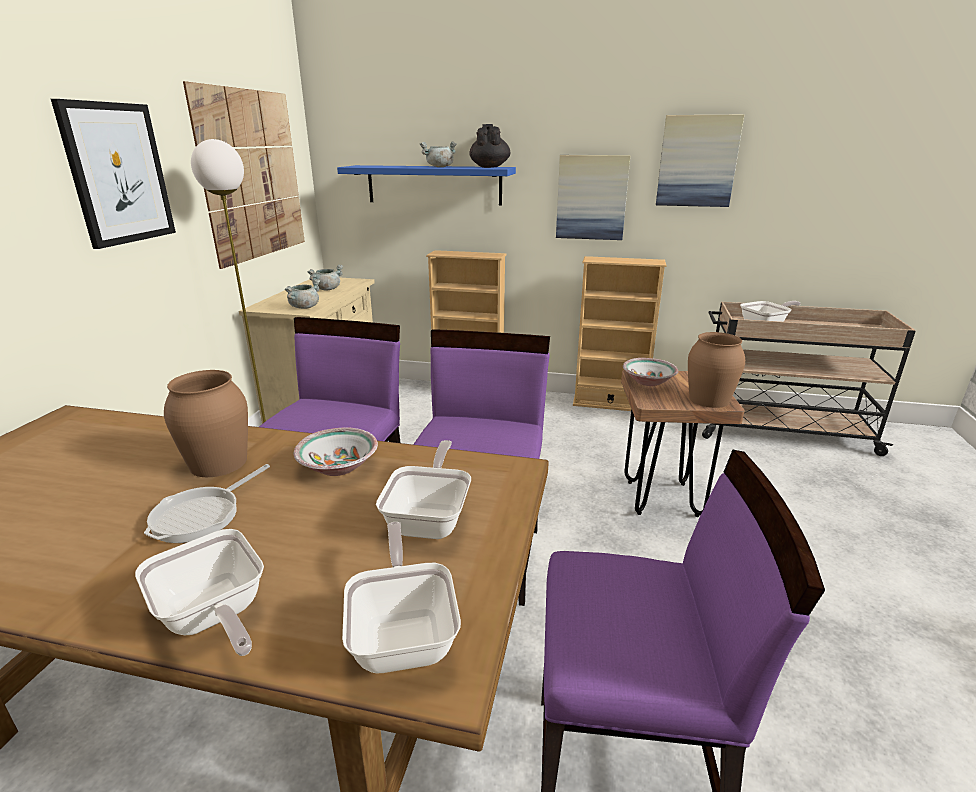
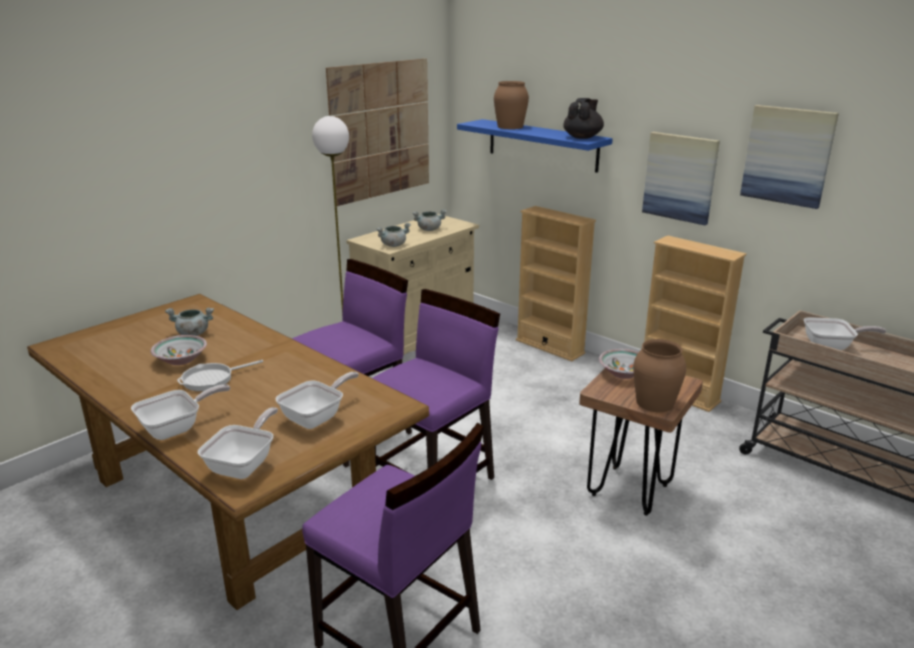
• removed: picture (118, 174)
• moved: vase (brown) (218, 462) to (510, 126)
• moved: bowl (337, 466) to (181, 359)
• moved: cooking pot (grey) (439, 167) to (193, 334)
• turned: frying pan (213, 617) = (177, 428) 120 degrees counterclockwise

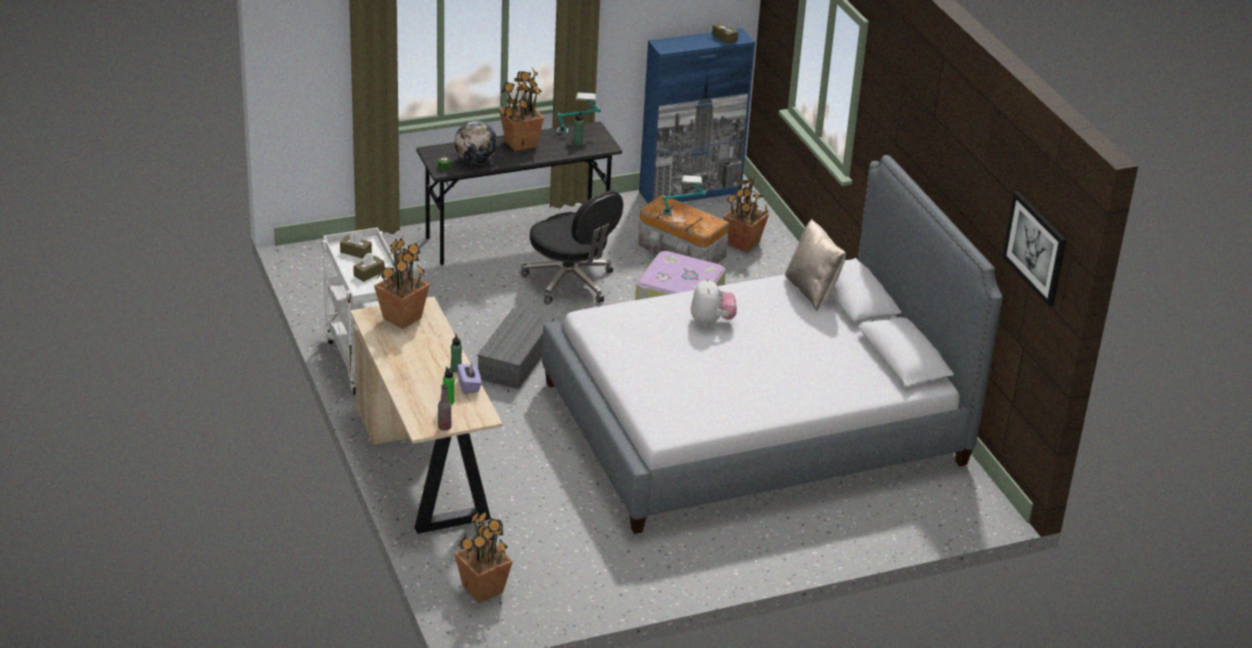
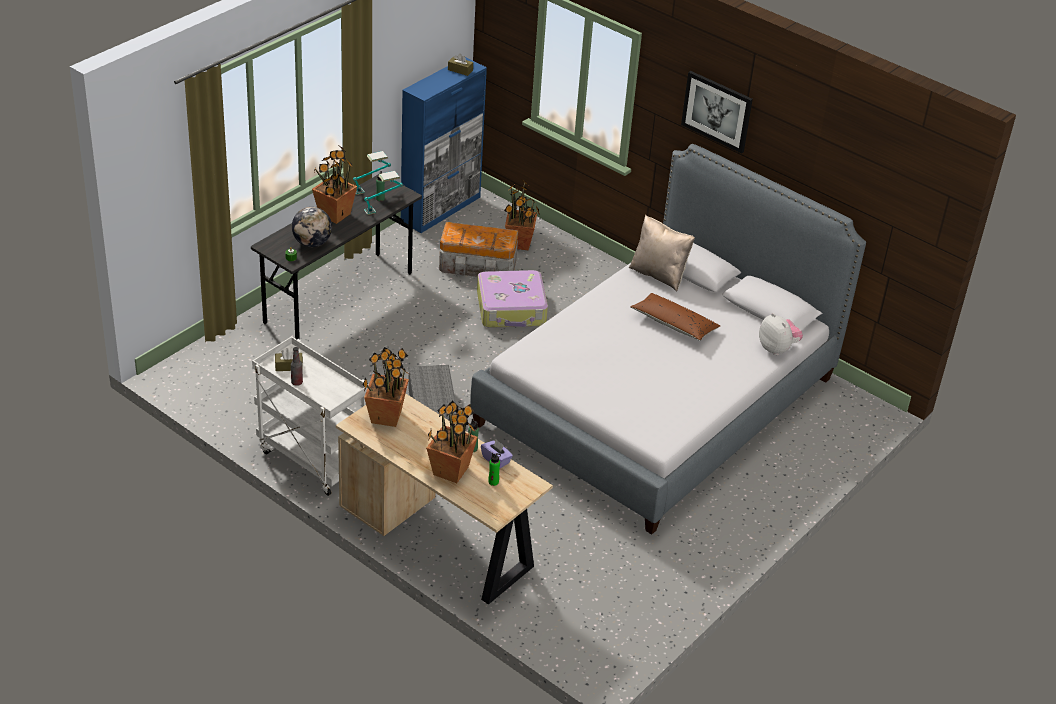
• removed: tissue box (brown) (369, 273)
• removed: office chair (black) (570, 282)
• added: pillow (brown) (674, 324)
• moved: bottle (444, 427) to (297, 382)
• moved: potted plant (483, 589) to (451, 470)
• moved: table lamp (682, 214) to (383, 209)
• moved: plush toy (711, 321) to (777, 349)
• moved: picture (1035, 248) to (717, 111)

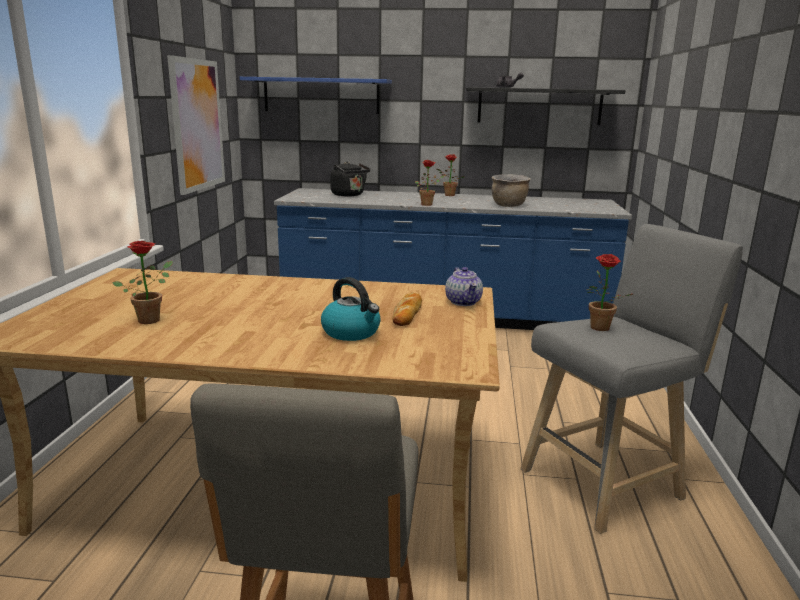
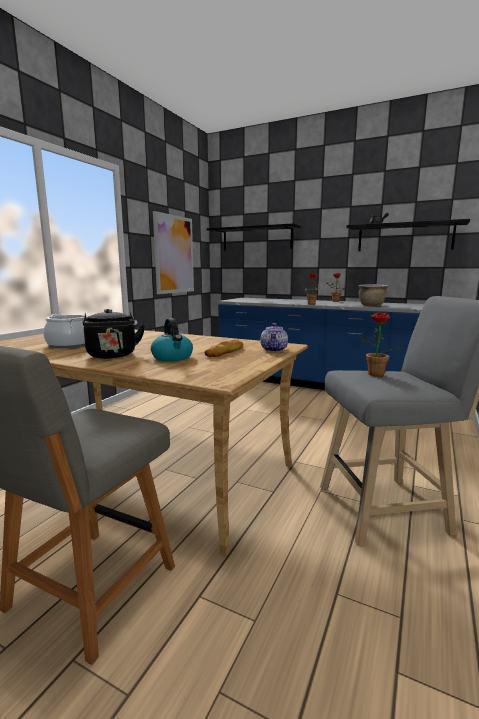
• moved: kettle (black) (349, 195) to (112, 356)
• replaced: potted plant (152, 319) to cooking pot (70, 344)
• recoloured: shelf (blue) (321, 95) to shelf (black) (257, 238)

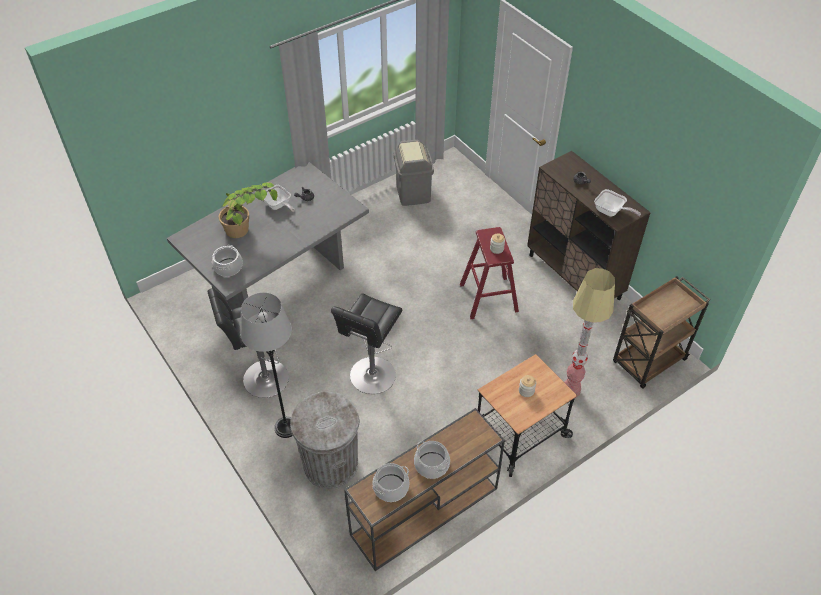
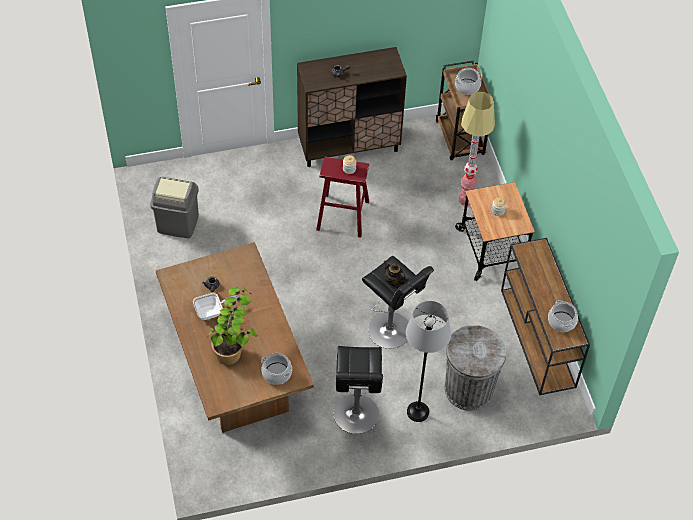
• removed: frying pan (611, 212)
• added: teapot (393, 281)
• moved: cooking pot (432, 465) to (467, 86)
• recoloured: dining table (grey) (279, 280) to dining table (brown) (237, 371)

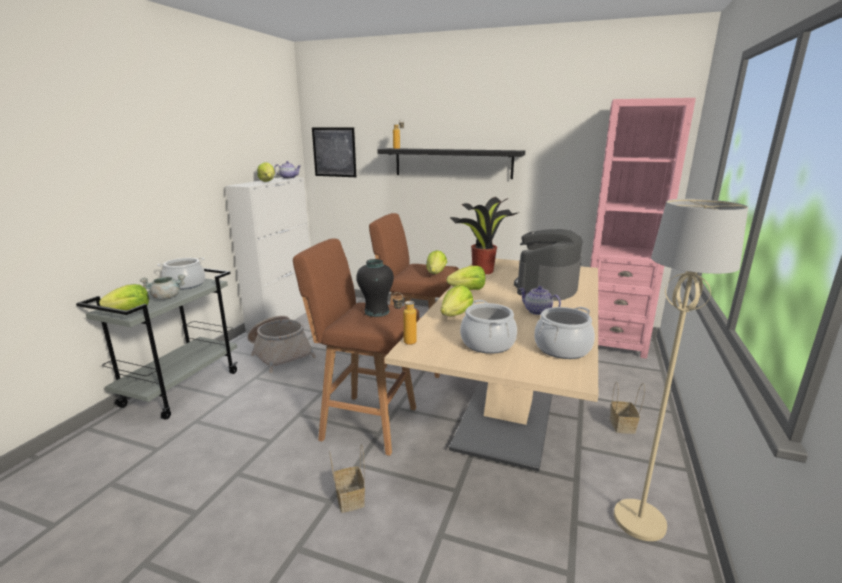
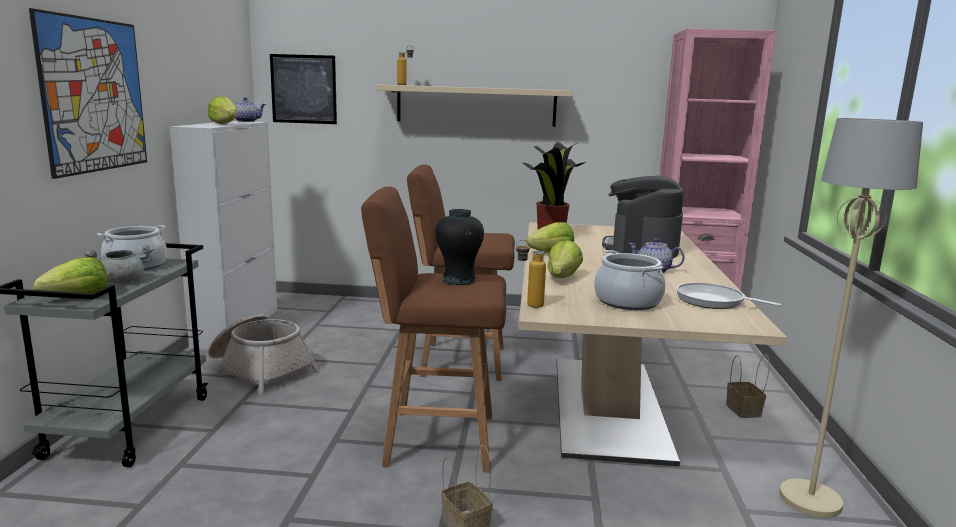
• removed: lettuce (436, 273)
• added: picture (94, 95)
• replaced: cooking pot (562, 349) to frying pan (713, 301)
• recoloured: shelf (black) (452, 163) to shelf (beige) (476, 105)

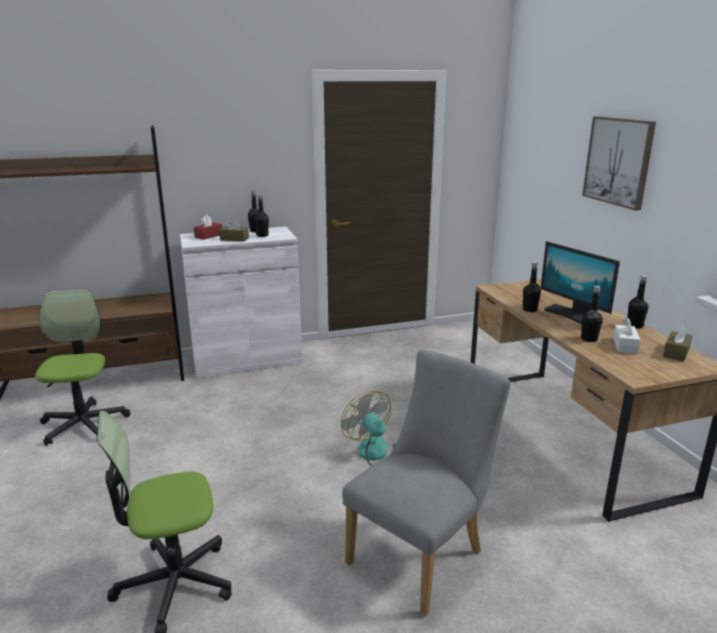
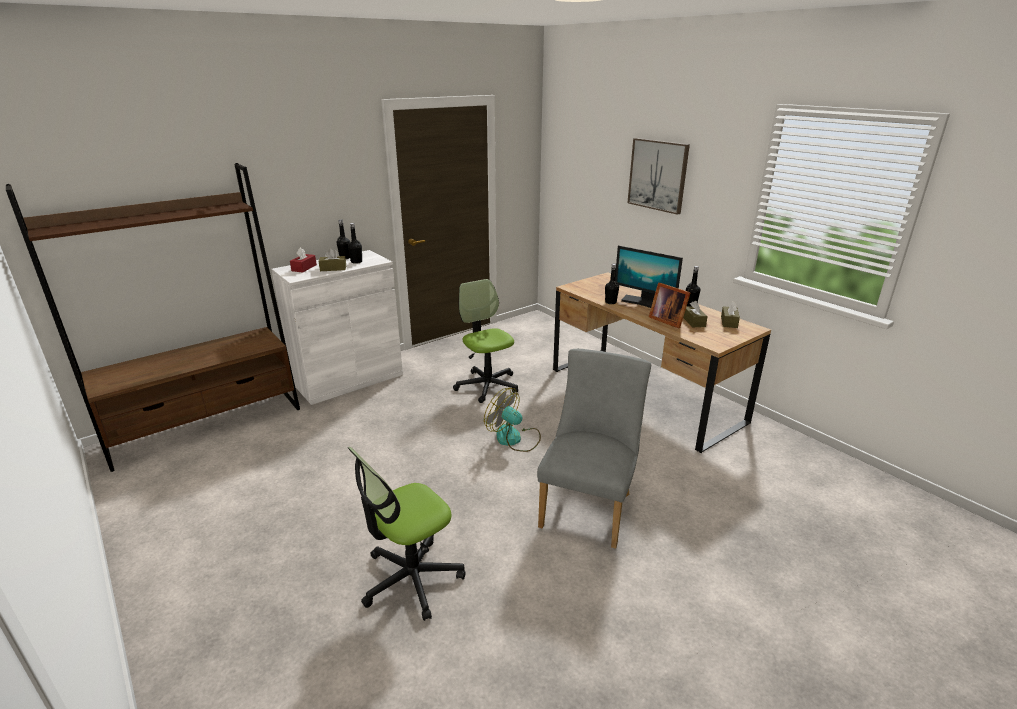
• moved: office chair (83, 424) to (487, 385)
• replaced: bottle (black) (589, 339) to picture frame (667, 320)
• recoloured: tissue box (white) (625, 345) to tissue box (brown) (694, 322)

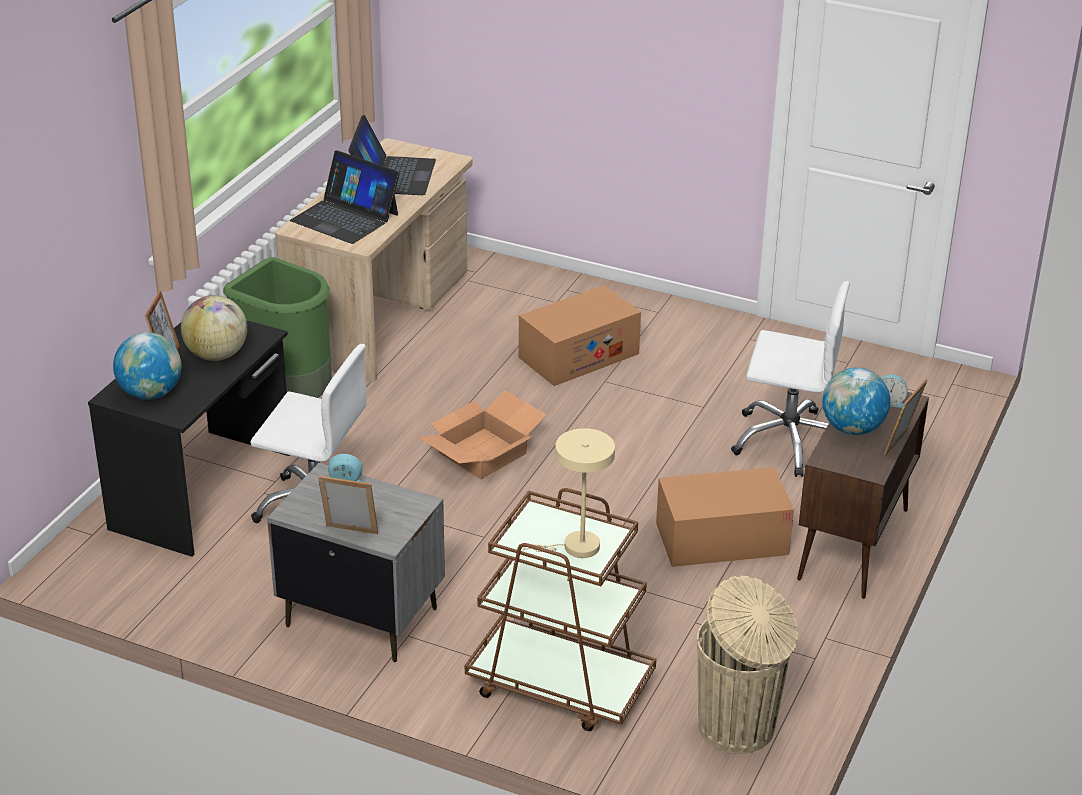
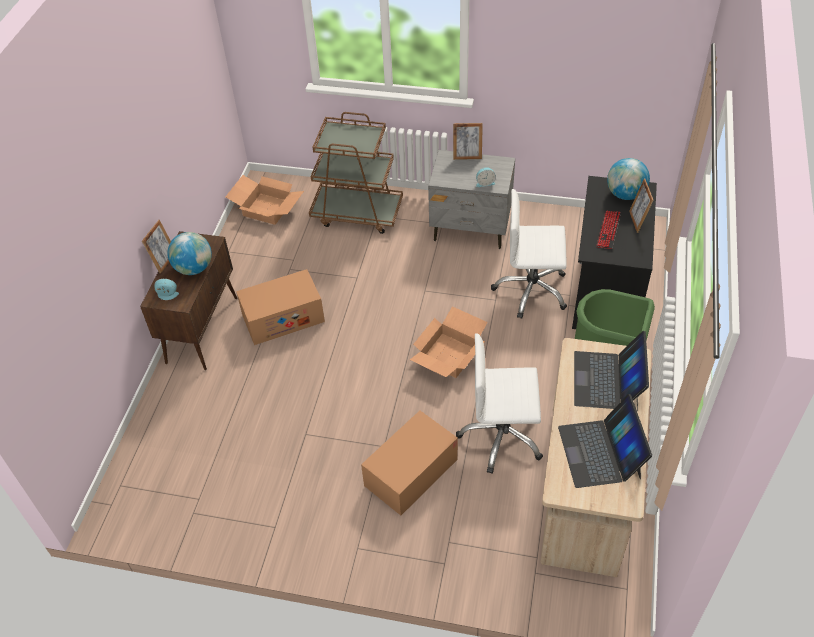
• removed: table lamp (beige) (575, 547)
• moved: office chair (white) (788, 440) to (501, 436)
• replaced: globe (217, 355) to keyboard (608, 230)
• replaced: trash can (beige) (738, 727) to cardboard box (266, 209)
• turned: laptop (345, 217) = (607, 380) 105 degrees counterclockwise

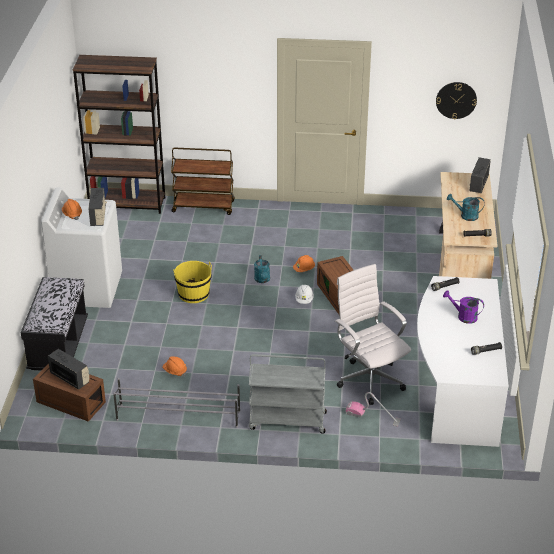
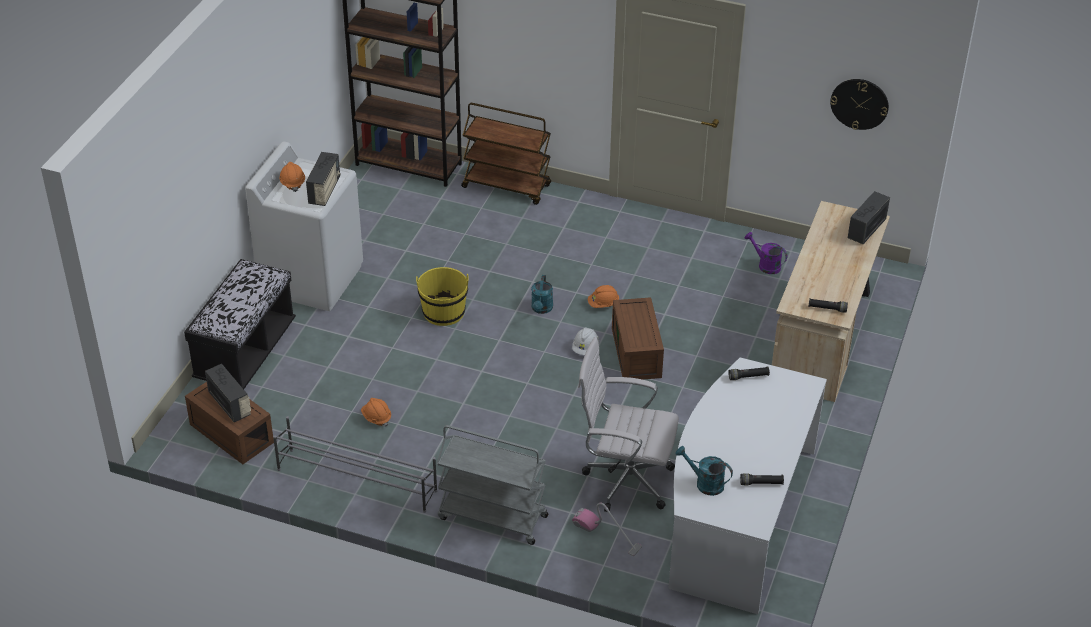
• moved: watering can (purple) (463, 316) to (765, 265)
• moved: watering can (turquoise) (465, 216) to (704, 483)
• turned: office chair (white) (369, 379) = (624, 480) 60 degrees counterclockwise

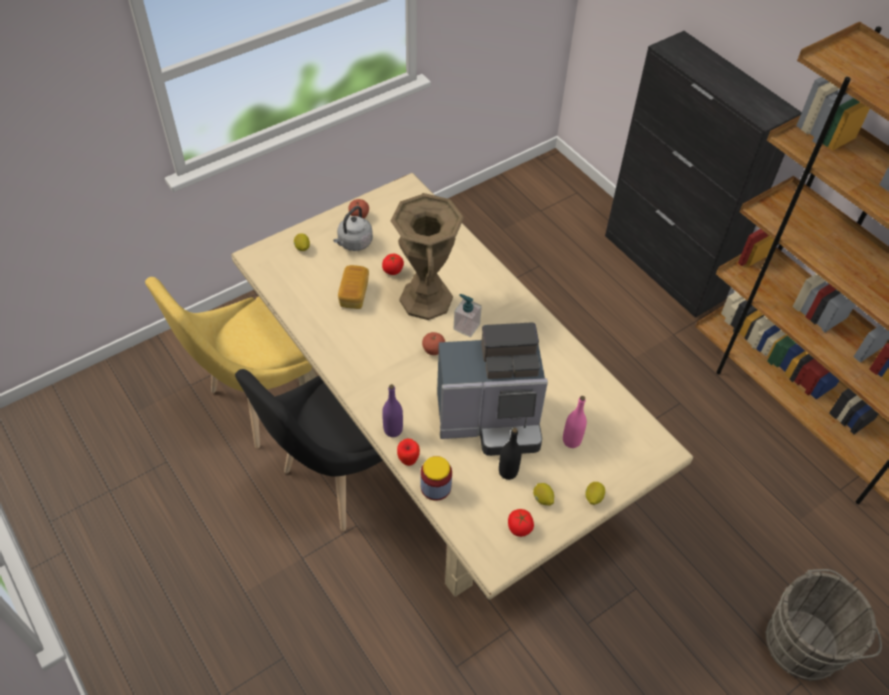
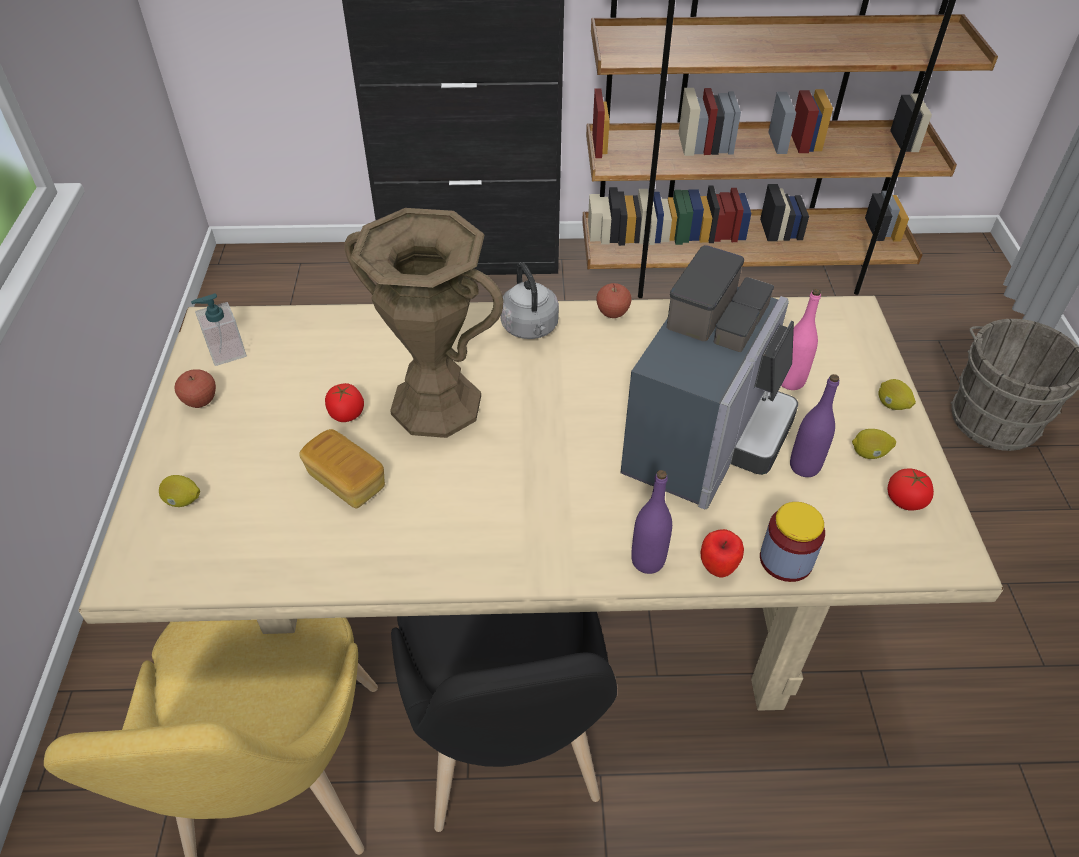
• moved: kettle (grey) (354, 243) to (530, 328)
• moved: apple (433, 350) to (612, 313)
• moved: soap dispenser (466, 327) to (226, 352)
• recoloured: bottle (black) (508, 472) to bottle (purple) (804, 466)

